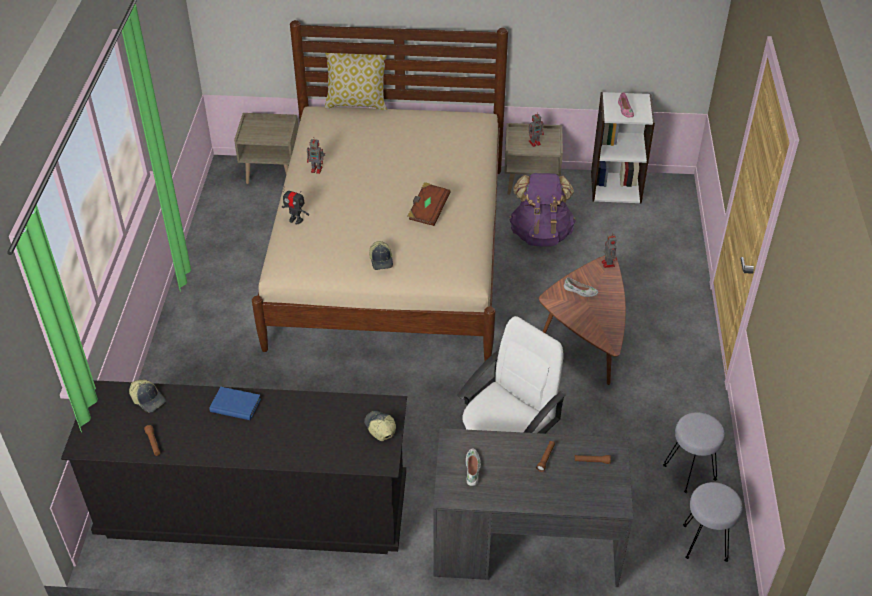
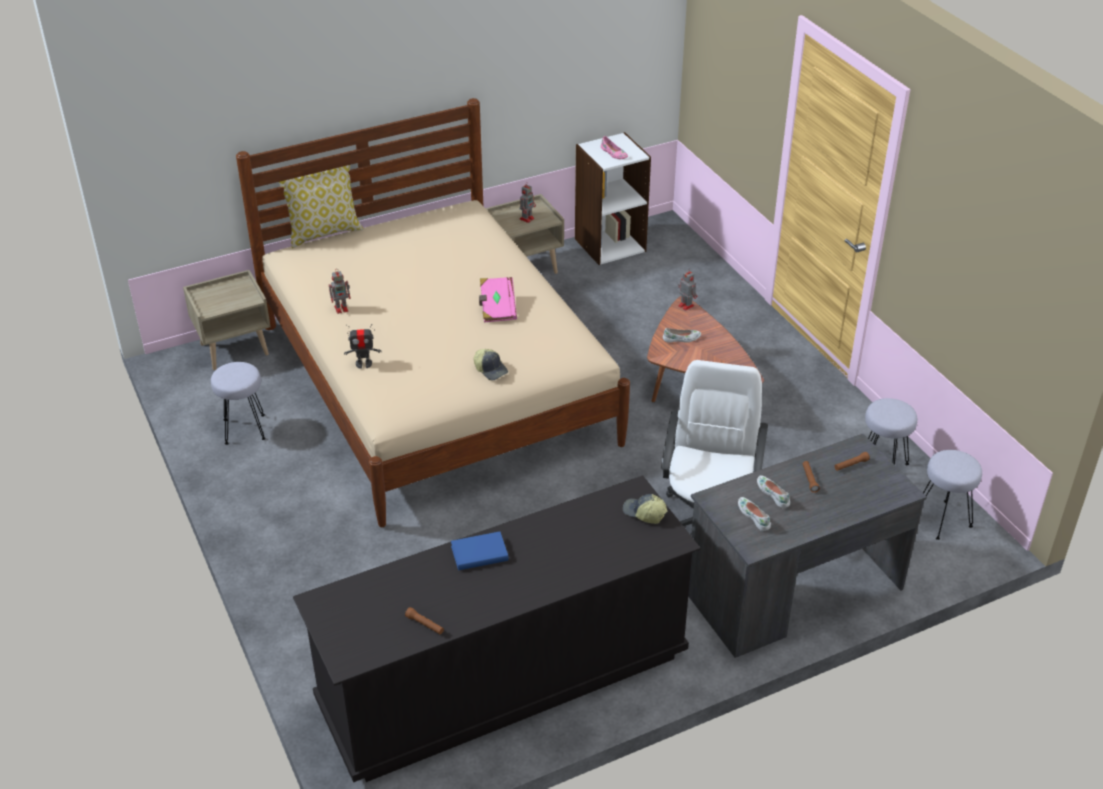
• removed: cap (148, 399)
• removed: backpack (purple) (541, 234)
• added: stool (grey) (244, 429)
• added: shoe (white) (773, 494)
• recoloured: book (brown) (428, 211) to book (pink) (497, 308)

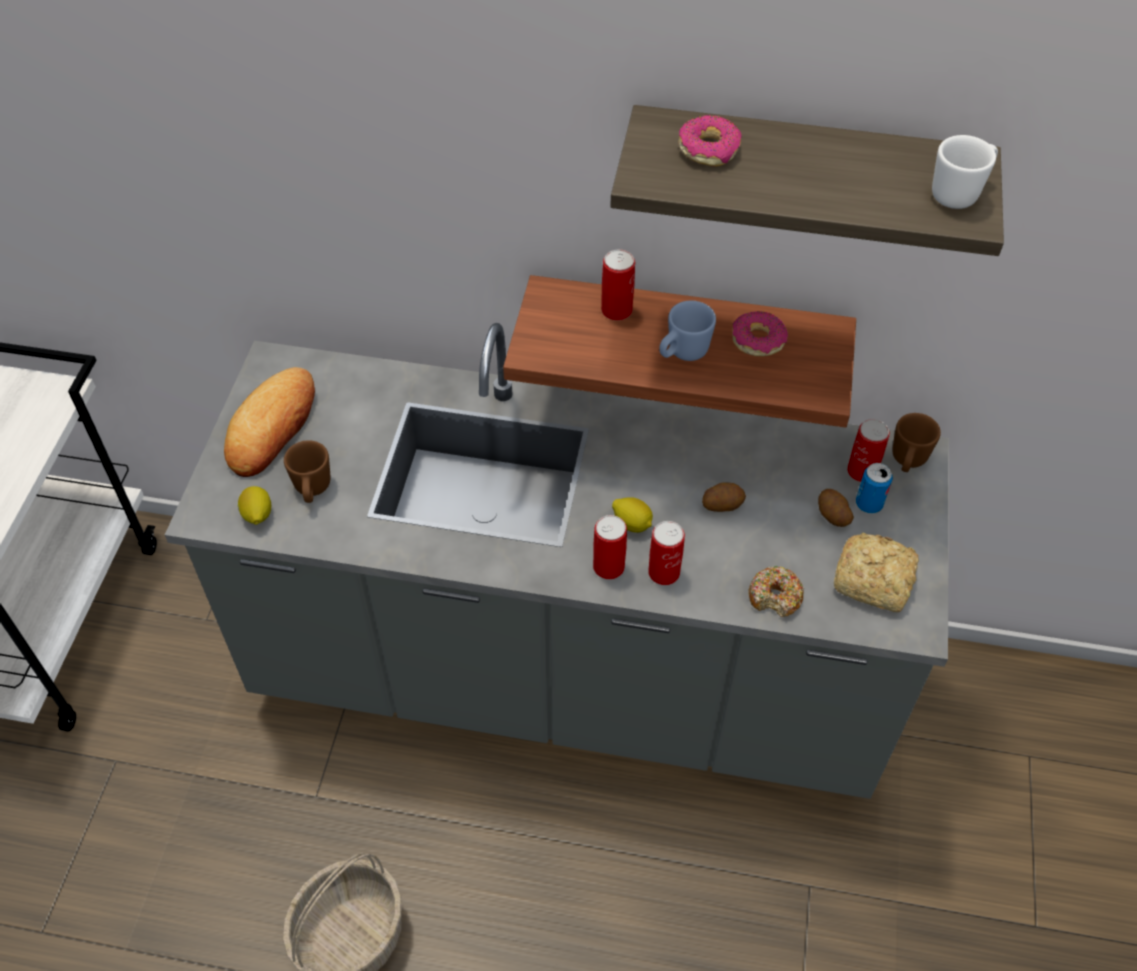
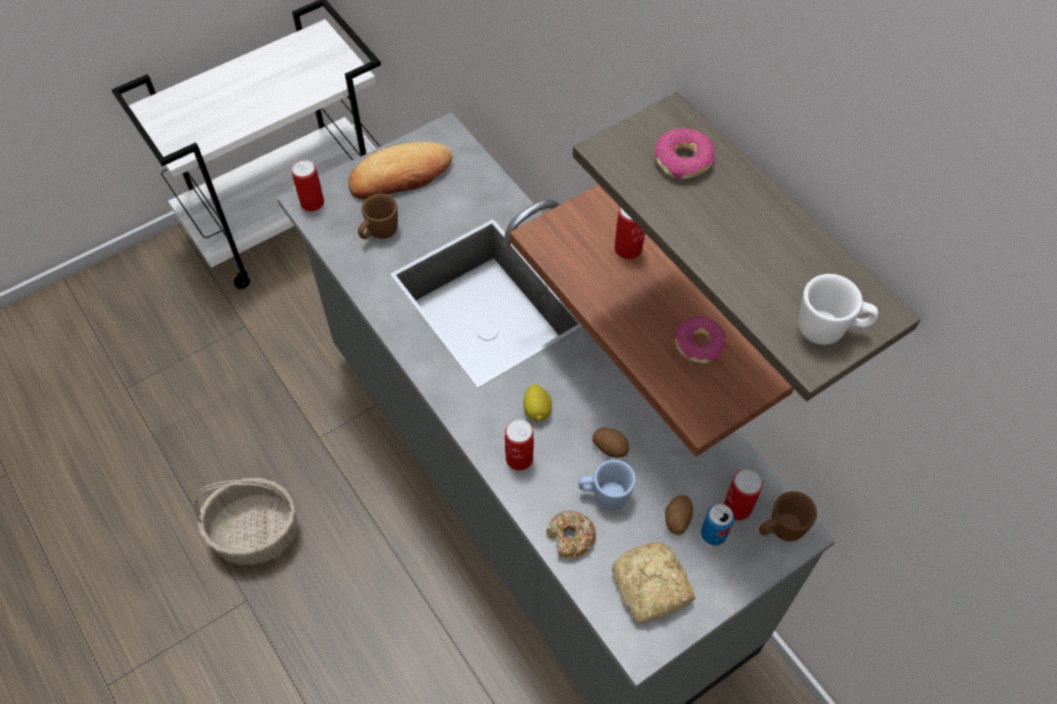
• removed: lemon (257, 515)
• moved: can (608, 566) to (312, 202)
• moved: mug (blue) (682, 353) to (604, 495)

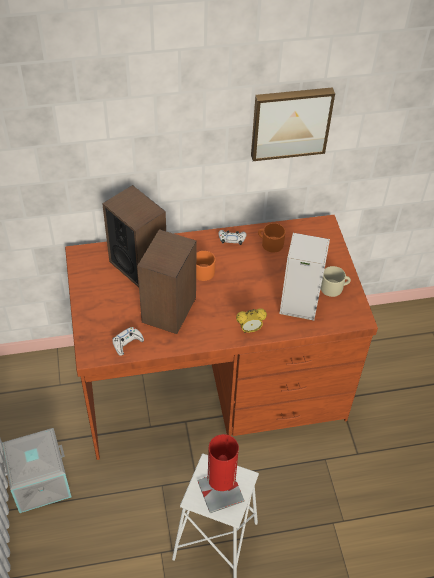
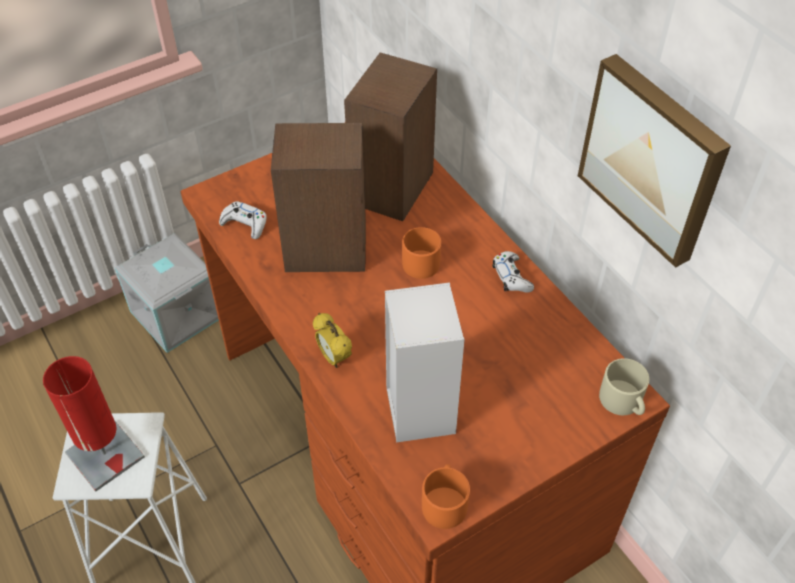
• moved: mug (orange) (270, 243) to (444, 502)
• moved: mug (beige) (334, 287) to (623, 402)

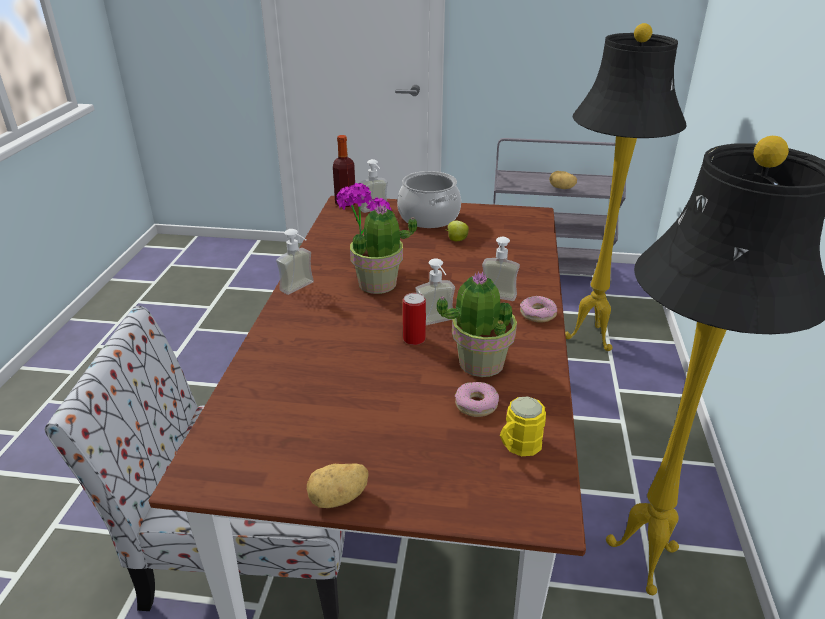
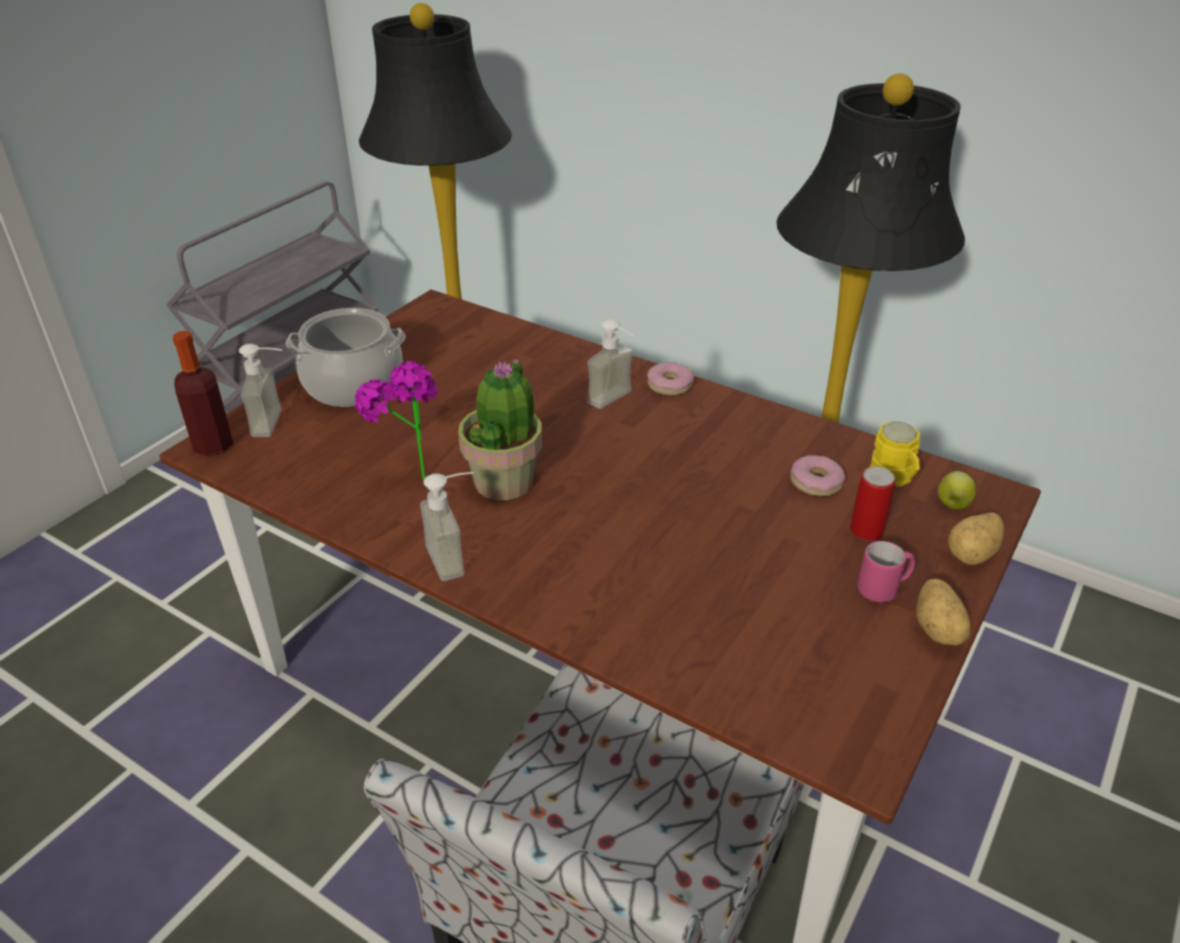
• removed: soap dispenser (437, 323)
• removed: potted plant (480, 363)
• added: mug (pink) (883, 589)
• moved: can (414, 339) to (866, 531)
• moved: apple (456, 240) to (952, 504)
• moved: potato (561, 188) to (973, 555)

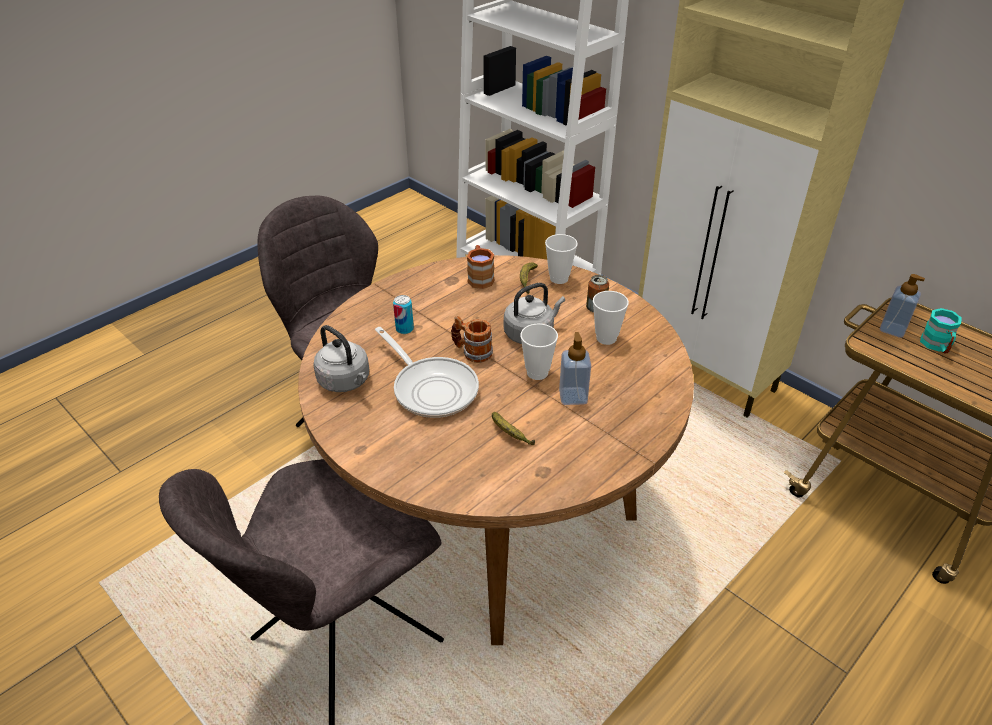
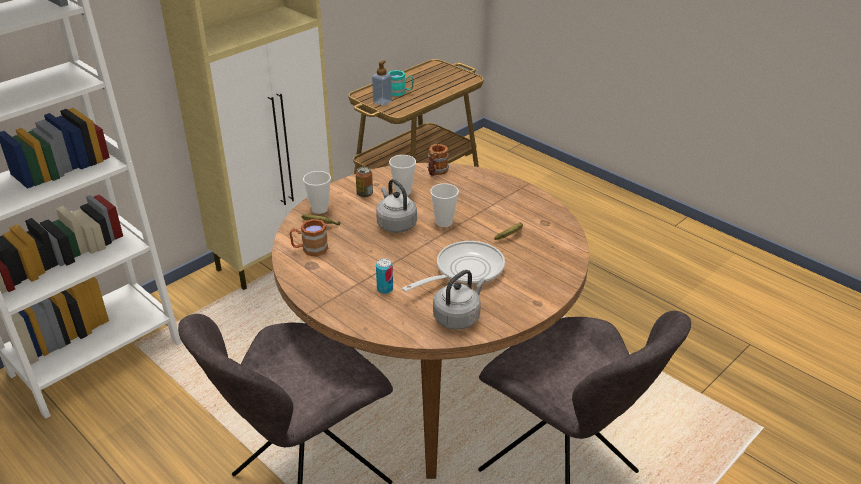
• removed: soap dispenser (573, 396)
• moved: mug (472, 352) to (436, 172)

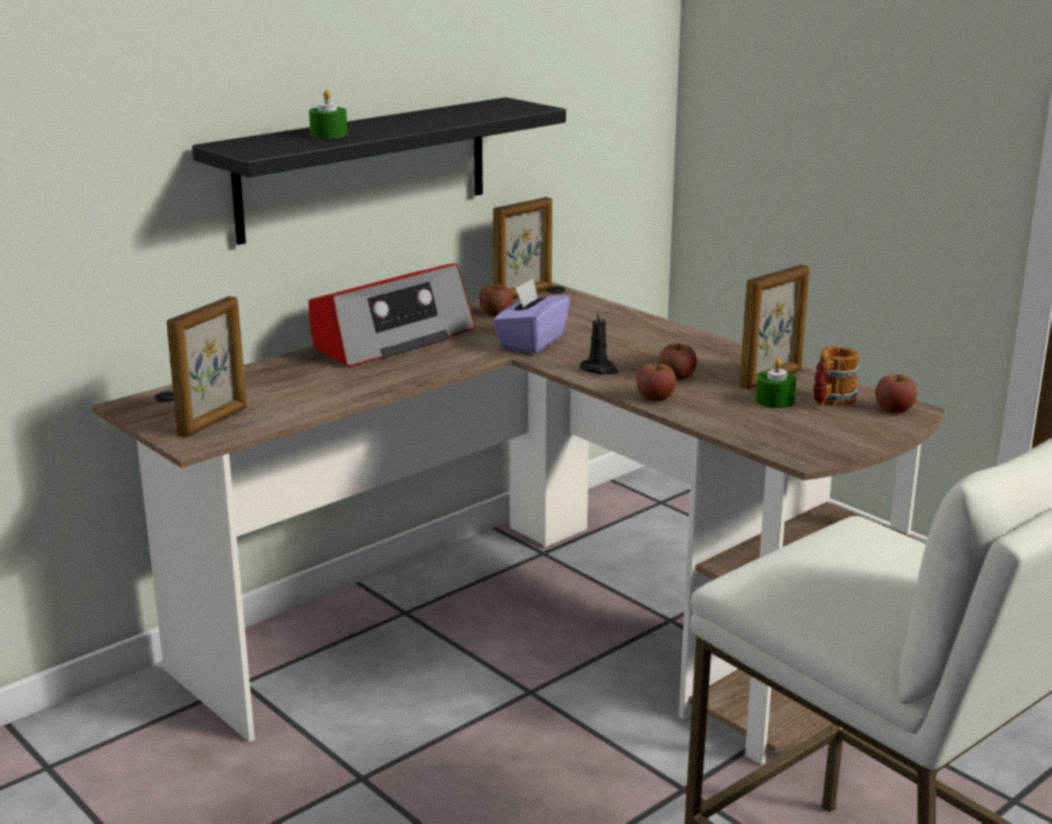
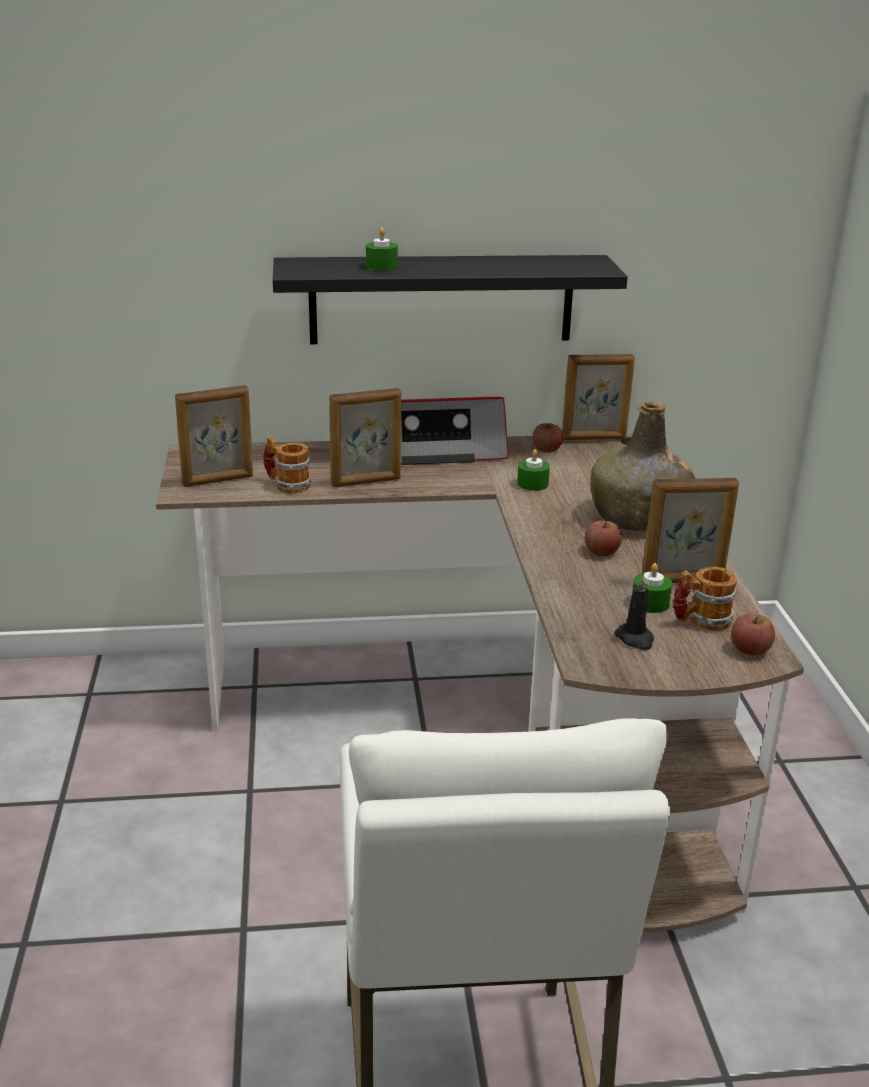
• removed: apple (655, 397)
• added: mug (287, 484)
• added: picture frame (366, 482)
• added: bottle (green) (638, 517)
• moved: candle (black) (599, 369) to (635, 639)
• replaced: tissue box (purple) (531, 342) to candle (green) (532, 484)

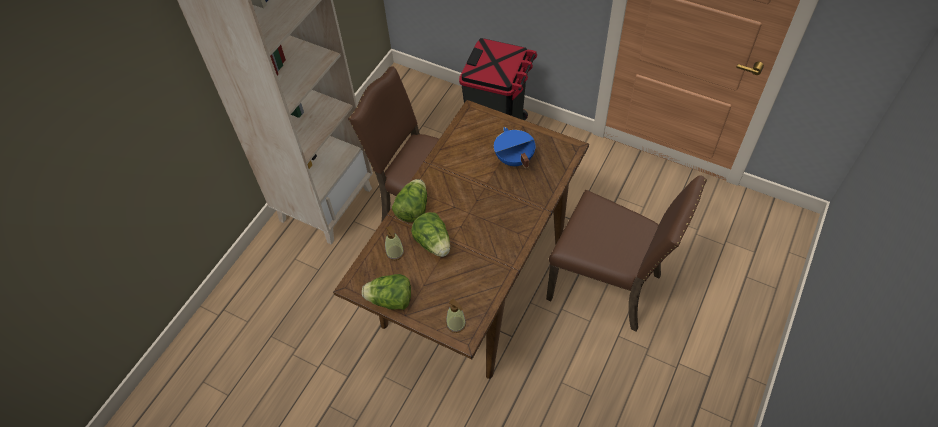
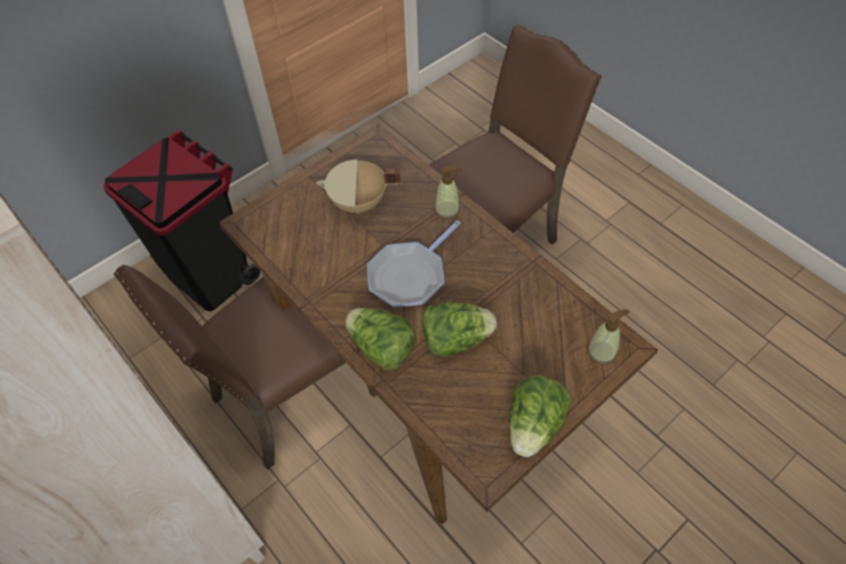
• added: frying pan (409, 276)
• moved: soap dispenser (395, 253) to (447, 210)
• recoloured: cooking pot (blue) (513, 159) to cooking pot (beige) (359, 203)

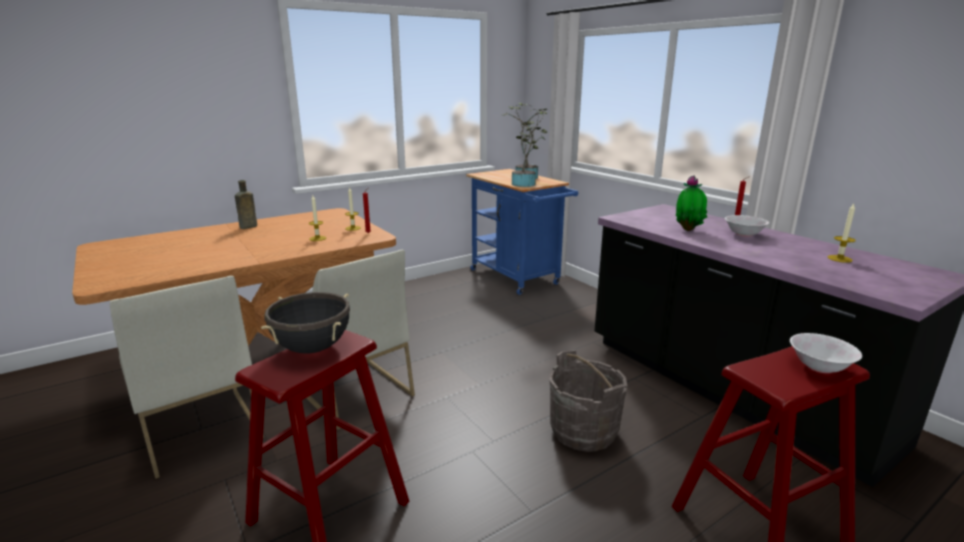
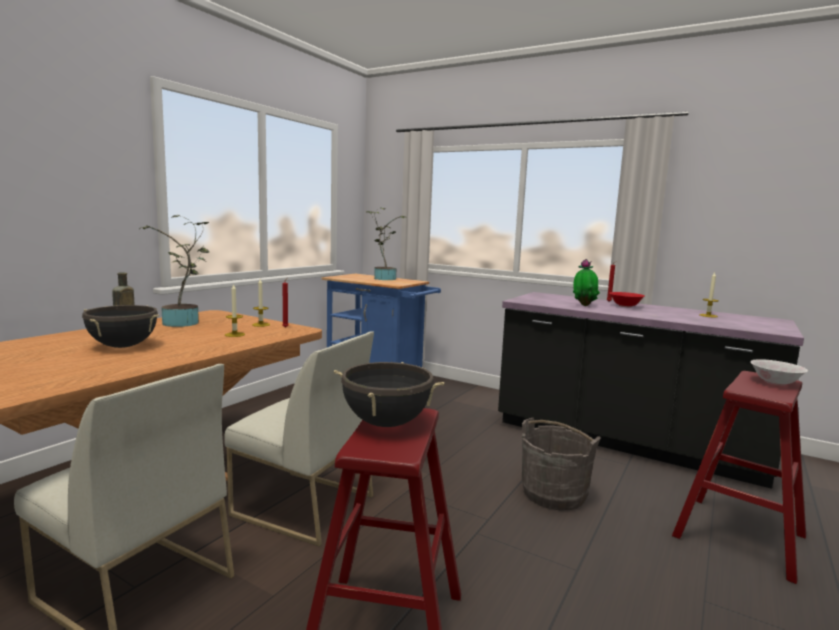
• added: cooking pot (black) (123, 346)
• moved: potted plant (525, 184) to (183, 323)
• recoloured: bowl (white) (743, 234) to bowl (red) (625, 306)

